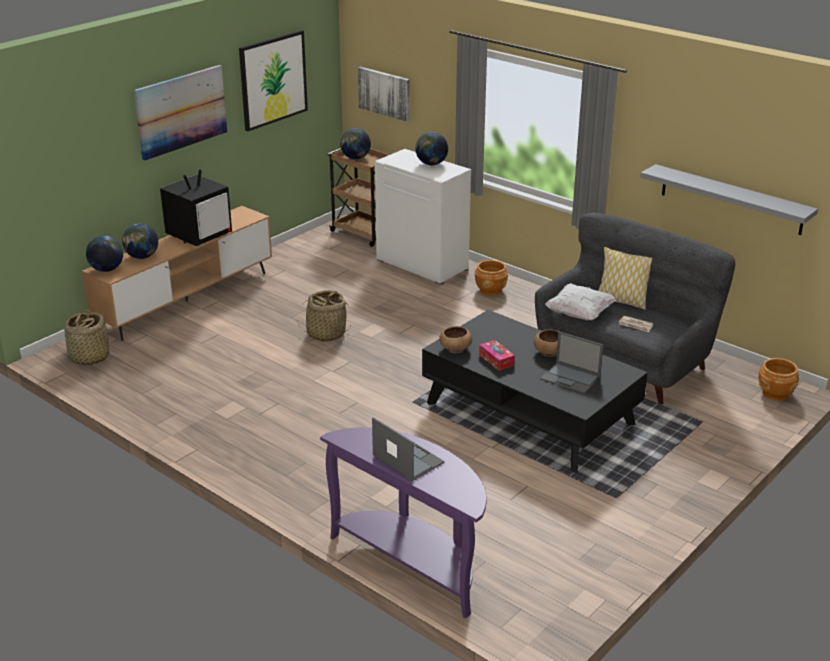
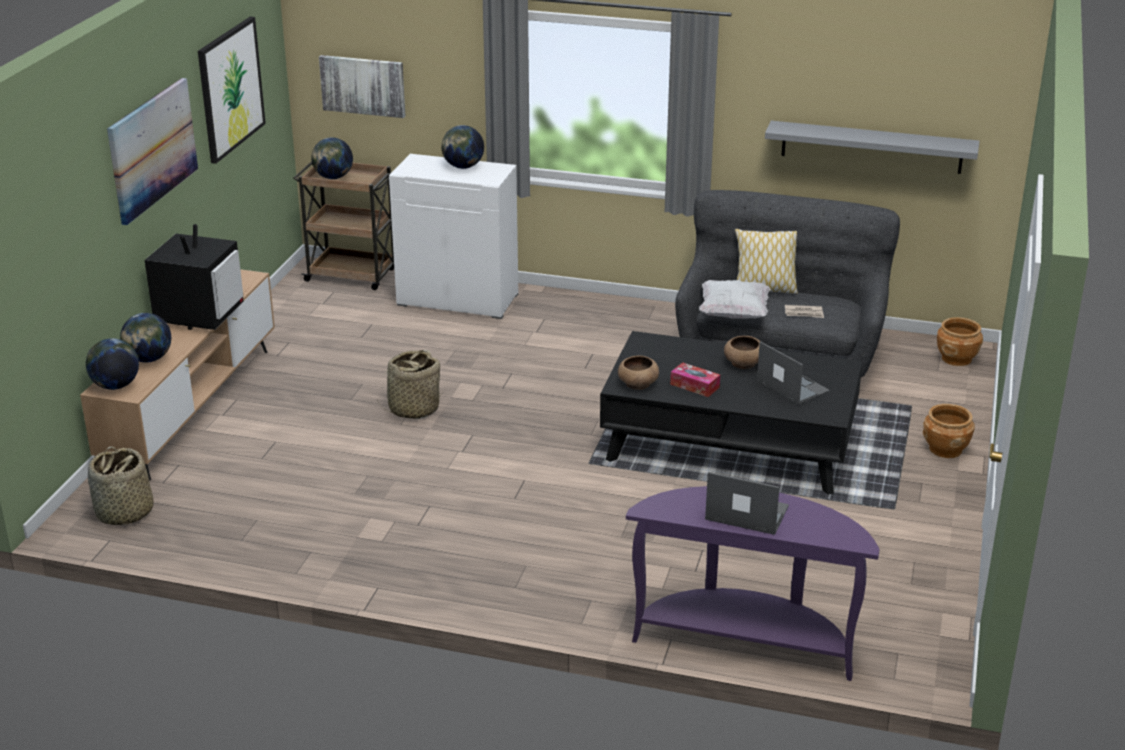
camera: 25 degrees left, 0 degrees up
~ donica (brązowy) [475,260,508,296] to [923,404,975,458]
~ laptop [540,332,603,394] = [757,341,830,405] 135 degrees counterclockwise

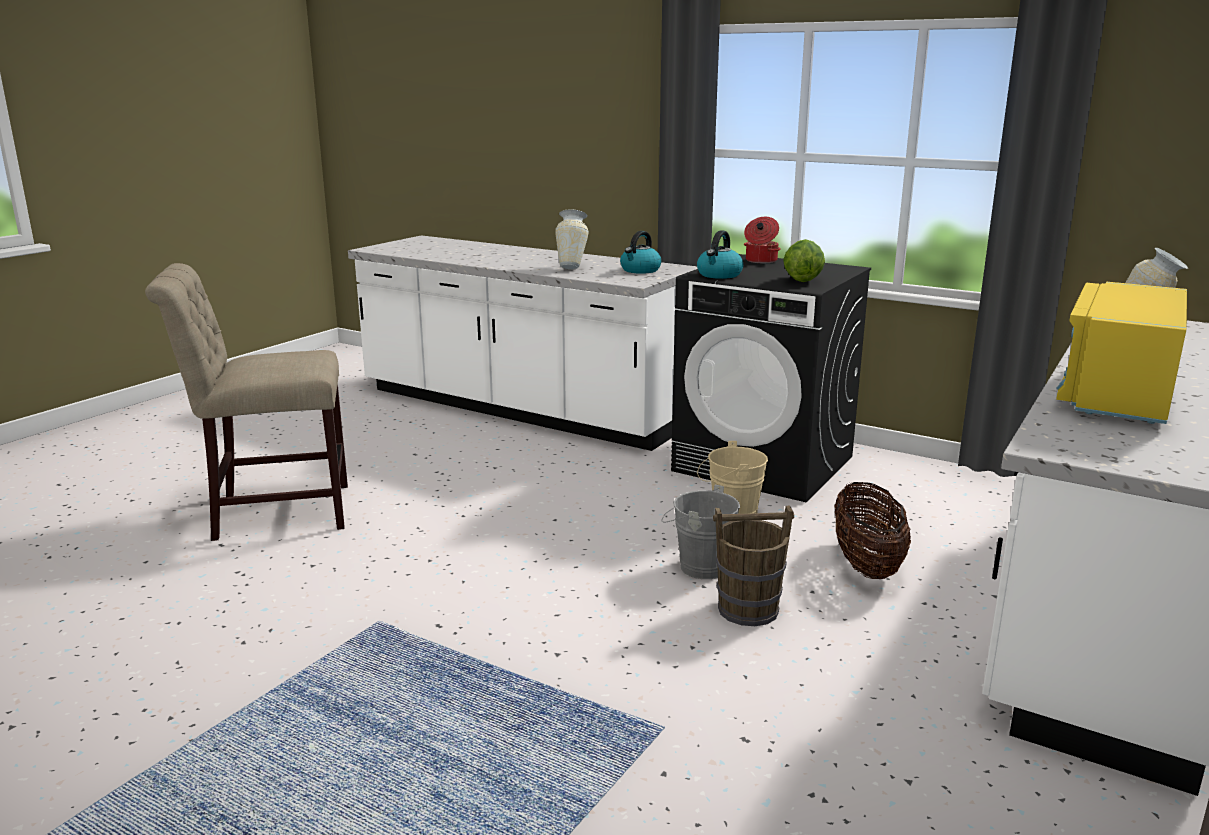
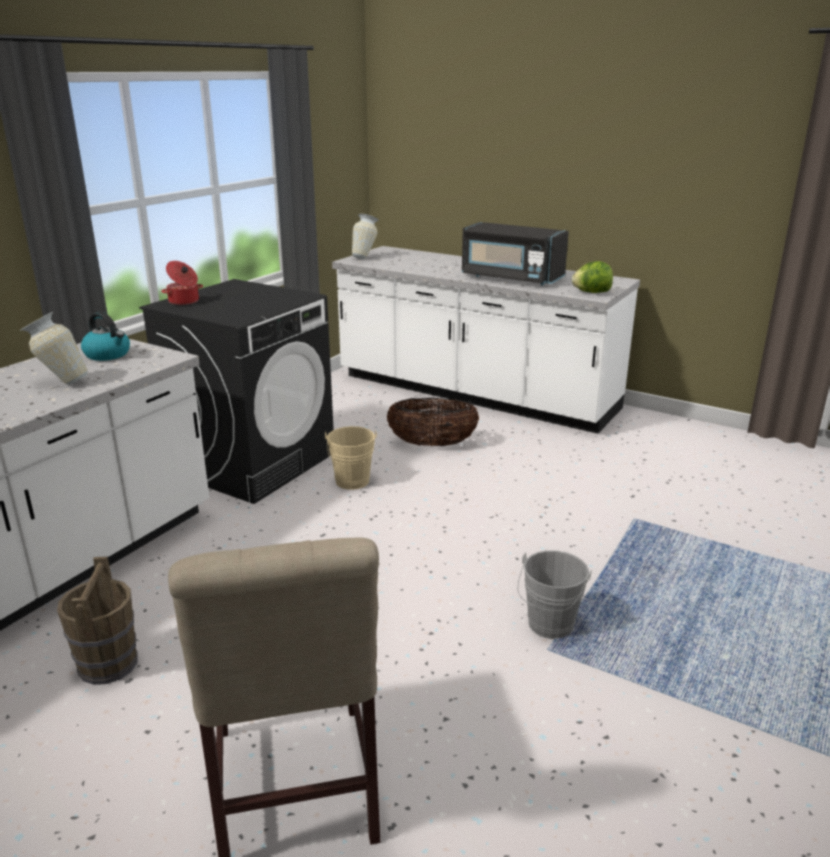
camera: 90 degrees left, 5 degrees up
- czajnik [697,230,743,279]
~ sałata [783,239,825,282] to [572,261,613,293]
~ mikrofalówka (żółty) [1056,282,1187,424] to mikrofalówka (czarny) [462,222,569,286]
~ wiadro (szary) [661,485,740,579] to [517,550,592,639]
~ wiadro (brązowy) [713,505,794,626] to [57,556,138,685]

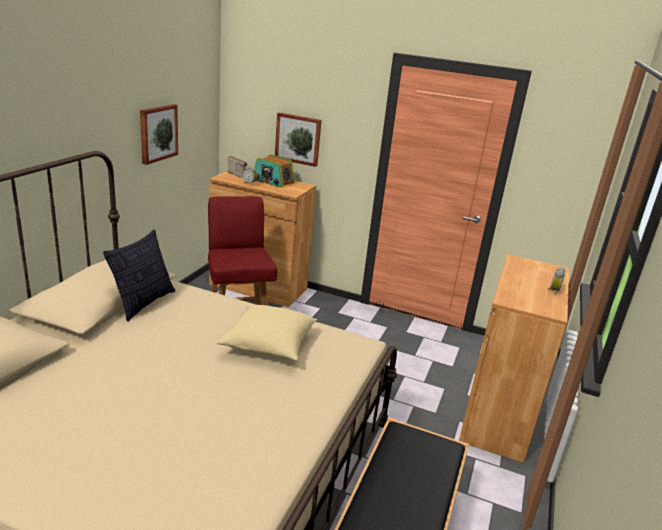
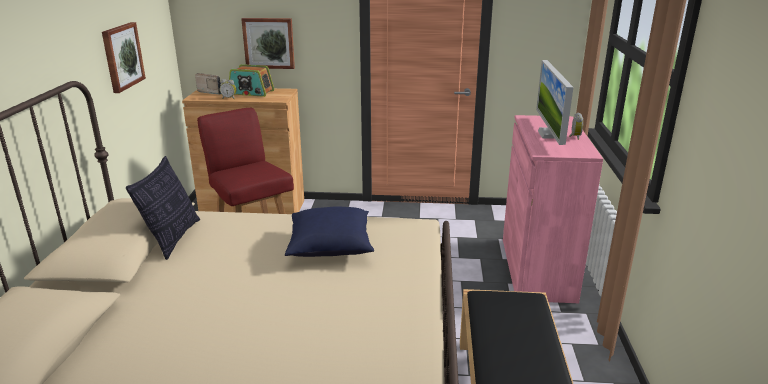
camera: 15 degrees left, 0 degrees up
~ szafka (brązowy) [459,254,569,463] to szafka (różowy) [503,115,603,303]
~ poduszka (beżowy) [217,305,317,361] to poduszka (niebieski) [285,207,374,257]
+ monitor [536,60,573,145]

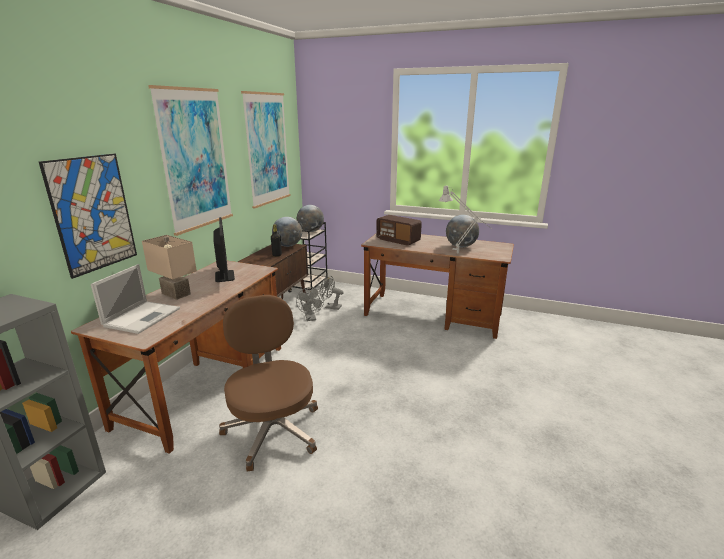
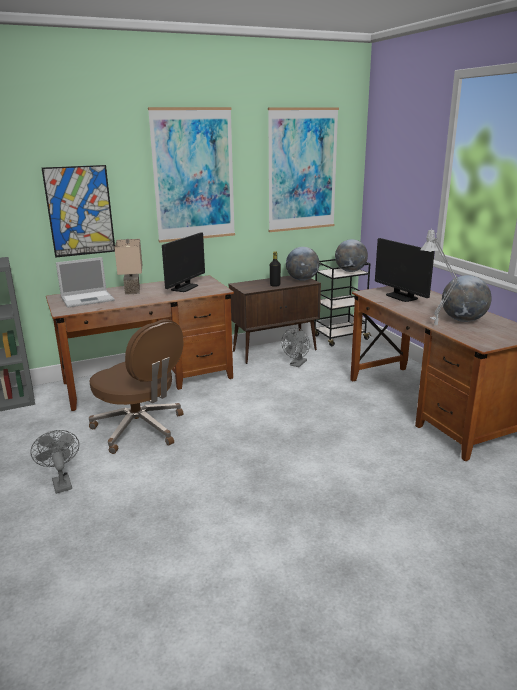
camera: 45 degrees right, 0 degrees up
~ radio [376,215,422,246] to monitor [375,238,435,302]
~ wentylator (szary) [320,276,343,310] to [31,430,79,494]
~ krzesło biurowe (brązowy) [219,295,318,472] = [89,319,183,454] 105 degrees clockwise

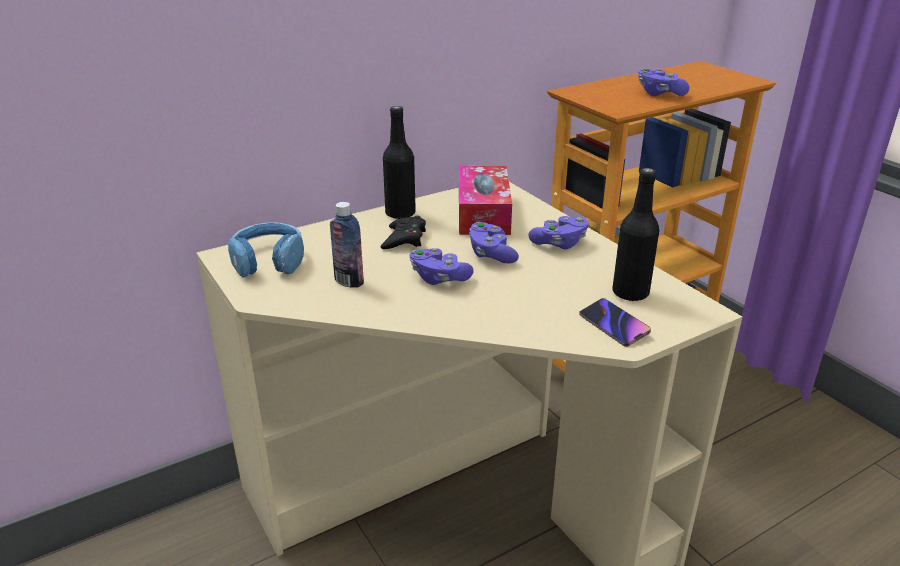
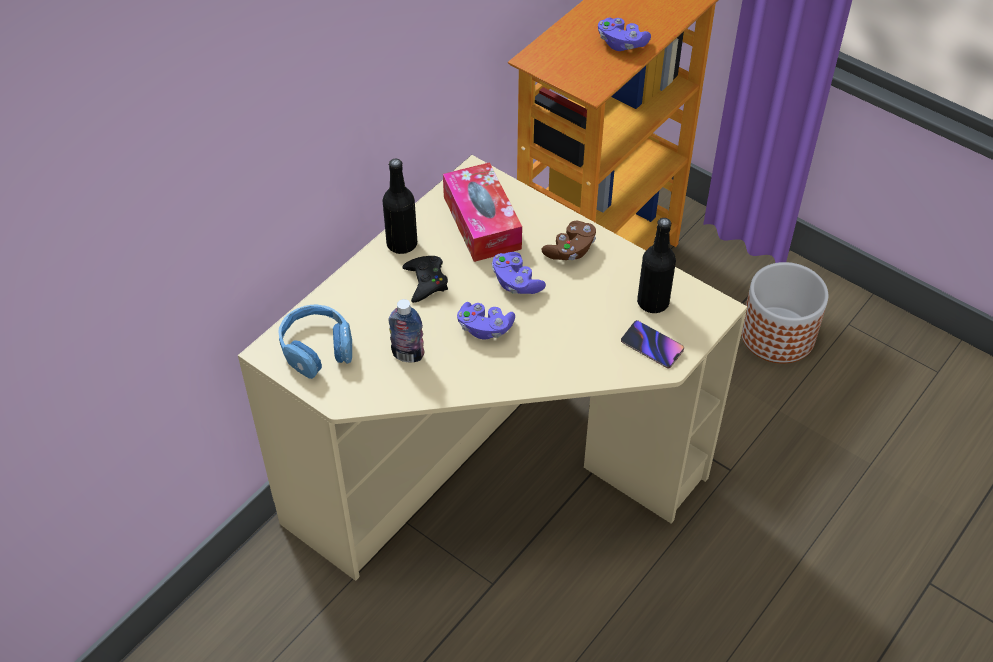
camera: 20 degrees left, 20 degrees up
~ pad do gier (fioletowy) [529,216,589,249] to pad do gier (brązowy) [541,221,596,260]
+ donica [741,262,828,363]

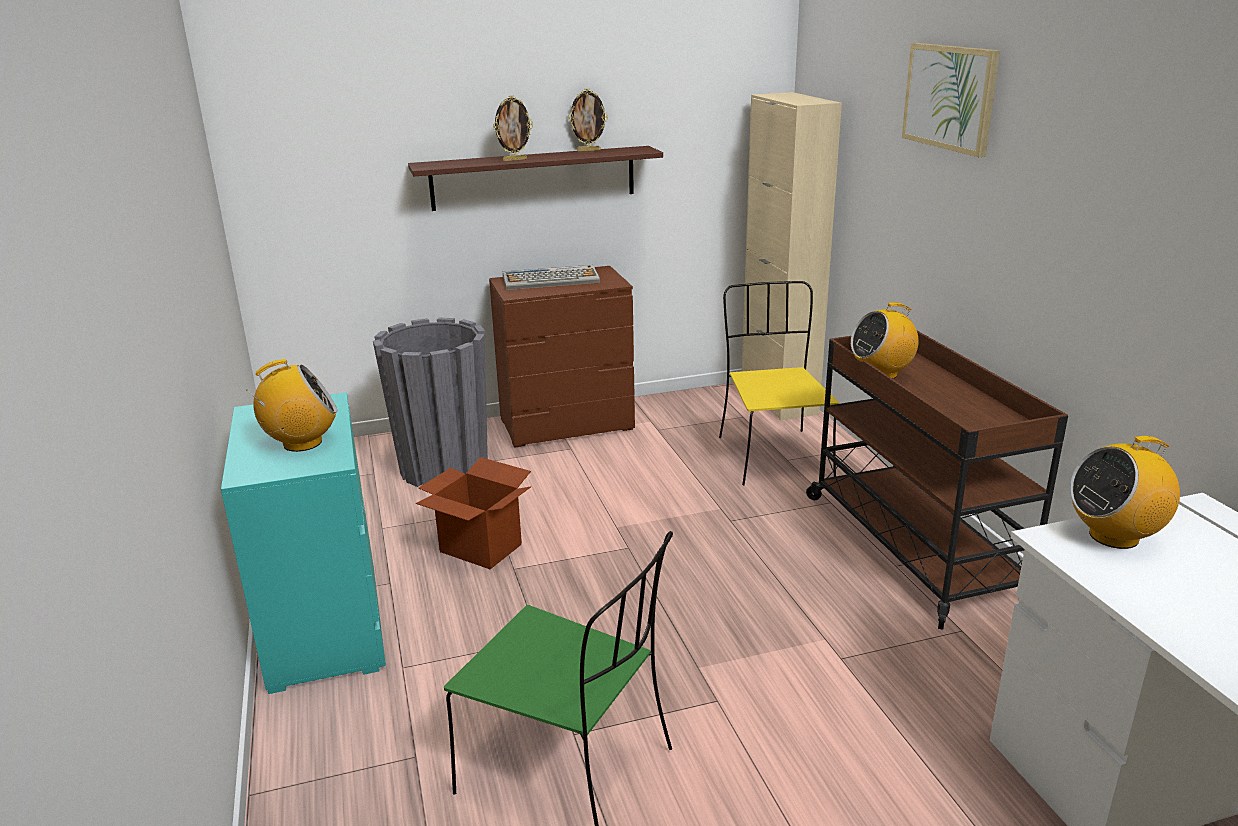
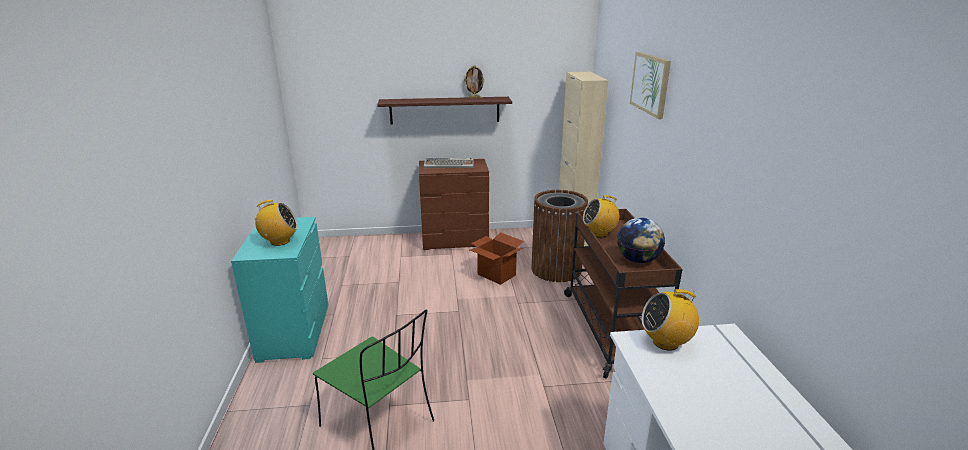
camera: 10 degrees right, 0 degrees up
- ramka na zdjęcie [493,95,533,162]
~ krzesło (żółty) [719,281,839,485] to kosz na śmieci (brązowy) [531,190,588,282]
- donica (szary) [373,318,488,487]
~ karton [416,457,531,569] to [470,232,524,285]
+ globus [617,217,665,263]

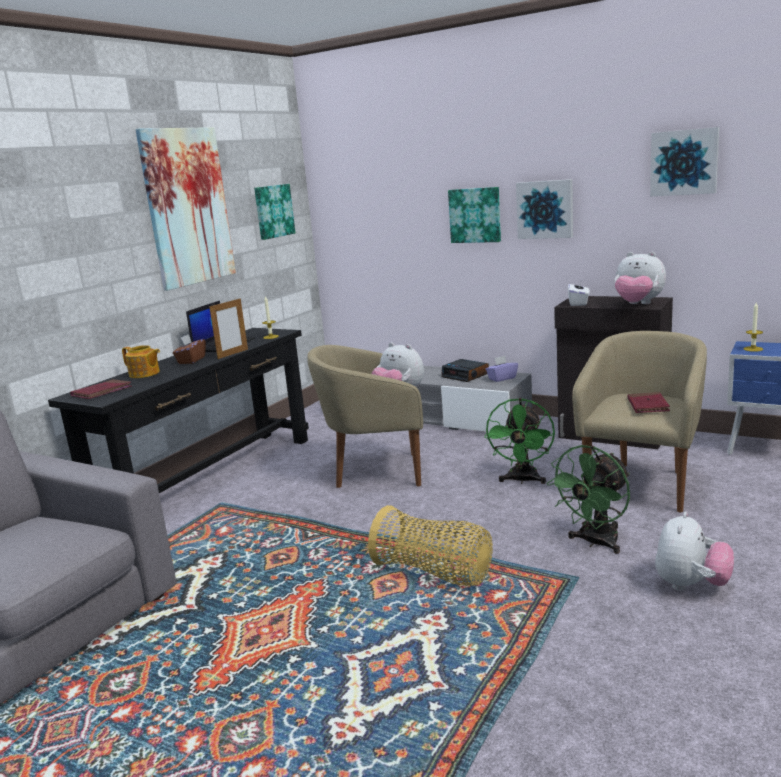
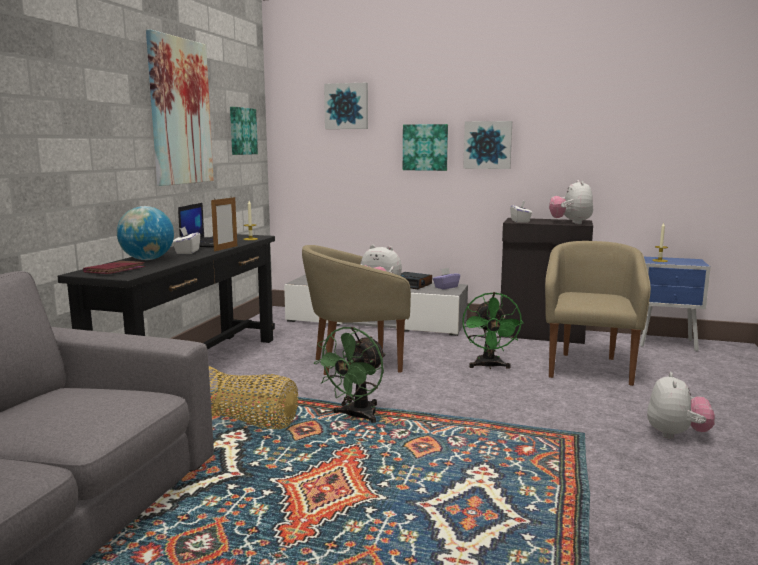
camera: 15 degrees left, 5 degrees down
~ obraz [650,127,719,197] to [324,83,368,129]
~ pluszak [614,252,666,304] = [549,180,593,224] 75 degrees clockwise
~ pudełko chusteczek (brązowy) [173,334,206,364] to pudełko chusteczek (biały) [173,227,200,254]
~ imbryk [122,345,160,378] to globus [117,206,174,260]
- książka (czerwony) [628,392,670,413]
~ wentylator (zielony) [547,445,630,554] to [314,327,385,423]
~ koszyk [368,505,493,586] to [209,366,298,429]

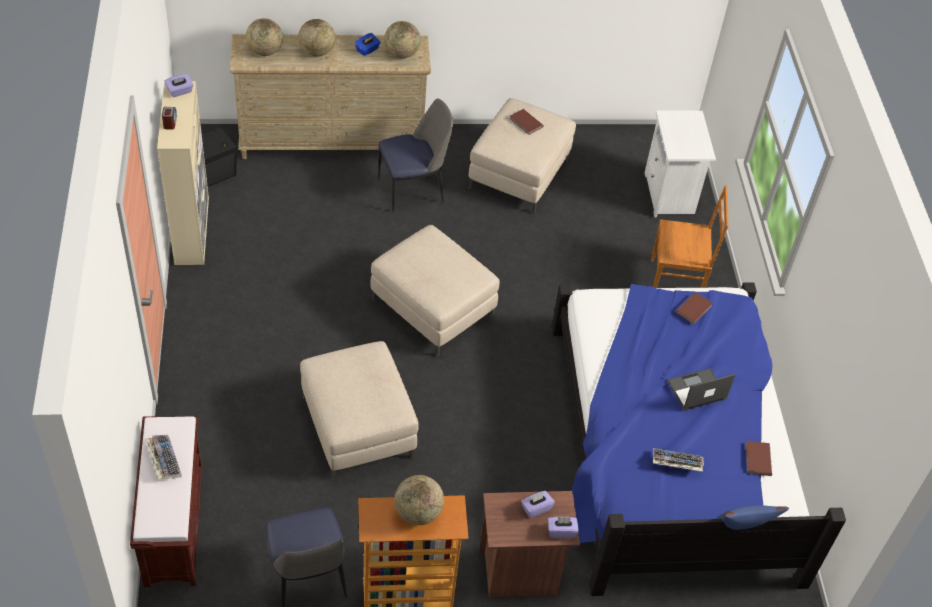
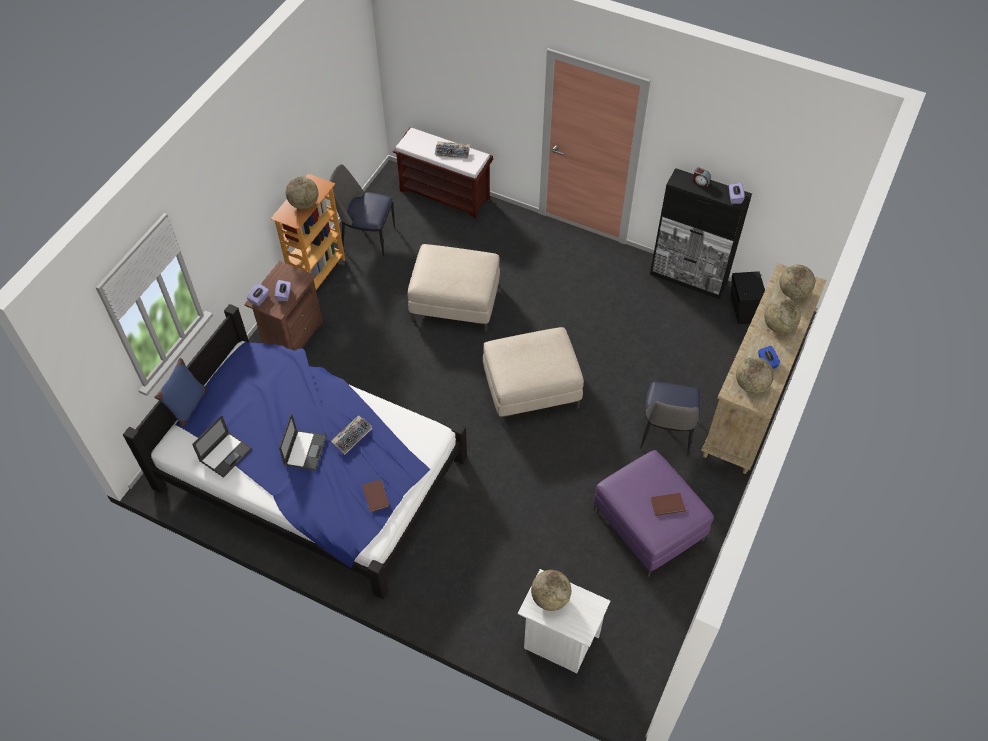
camera: 125 degrees right, 5 degrees up
~ szafka (beżowy) [157,81,209,265] to szafka (czarny) [650,168,752,299]
~ pufa (beżowy) [469,98,576,214] to pufa (fioletowy) [594,450,714,577]
- krzesło (brązowy) [651,185,729,288]
~ książka (brązowy) [746,441,772,476] to laptop [192,415,252,478]
~ klawiatura [653,448,704,472] to [331,415,372,455]
+ globus [531,570,571,611]

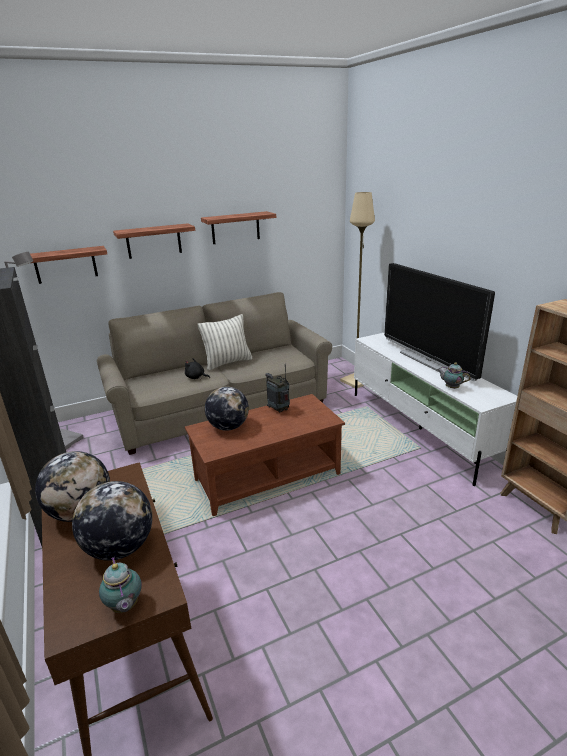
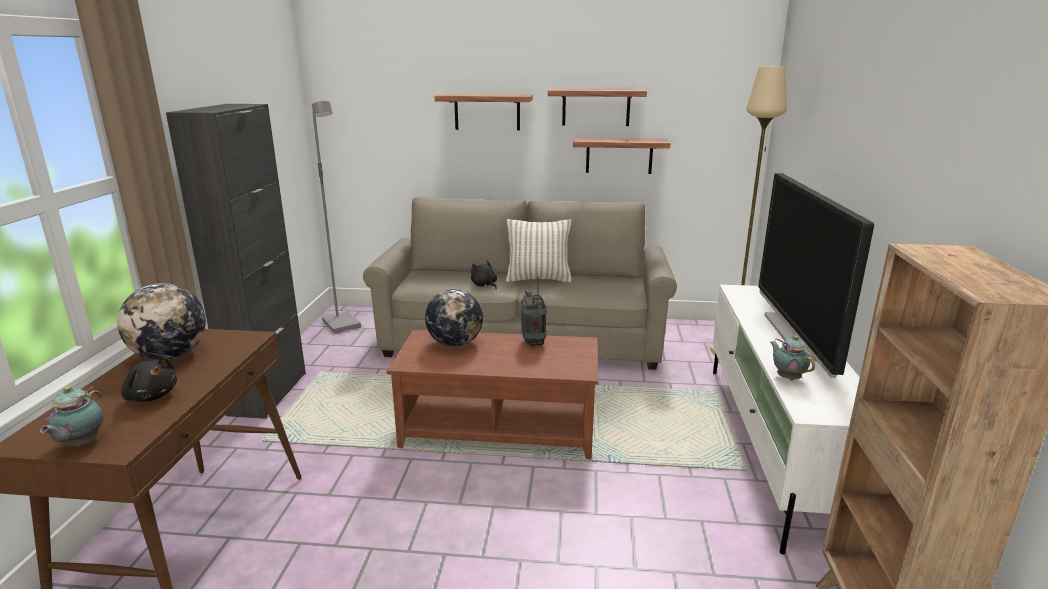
camera: 30 degrees right, 5 degrees down
~ półka [30,246,107,284] to [573,138,670,174]
~ globus [72,481,153,561] to pluszak (czarny) [121,357,177,402]

